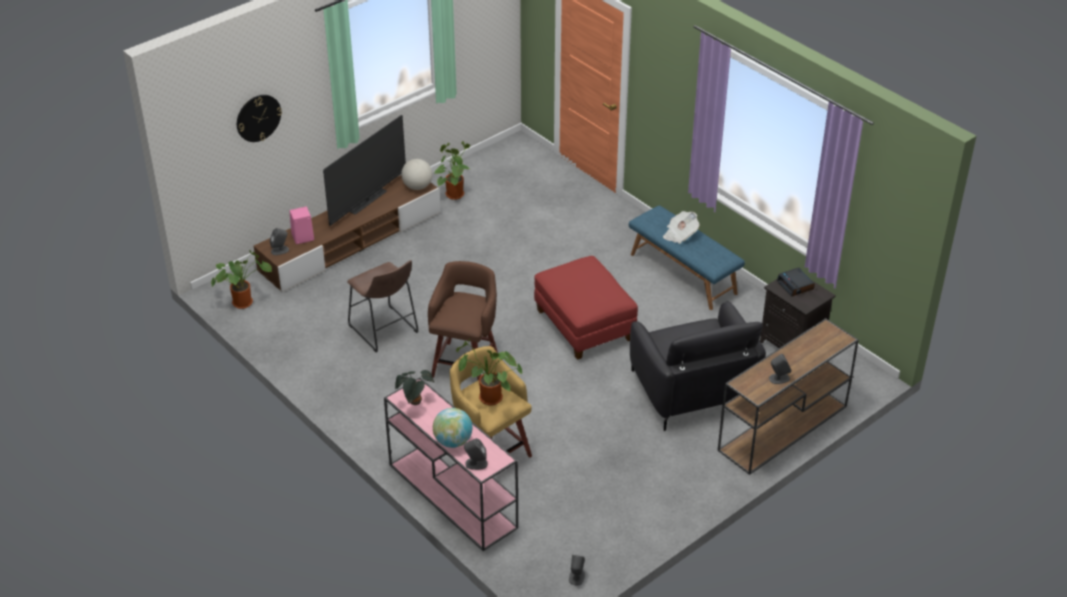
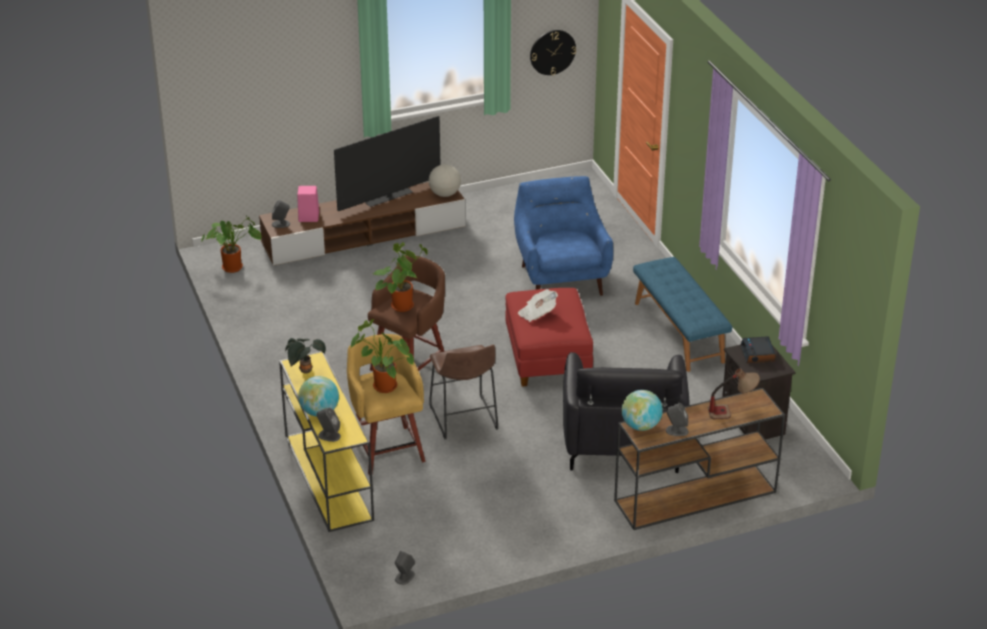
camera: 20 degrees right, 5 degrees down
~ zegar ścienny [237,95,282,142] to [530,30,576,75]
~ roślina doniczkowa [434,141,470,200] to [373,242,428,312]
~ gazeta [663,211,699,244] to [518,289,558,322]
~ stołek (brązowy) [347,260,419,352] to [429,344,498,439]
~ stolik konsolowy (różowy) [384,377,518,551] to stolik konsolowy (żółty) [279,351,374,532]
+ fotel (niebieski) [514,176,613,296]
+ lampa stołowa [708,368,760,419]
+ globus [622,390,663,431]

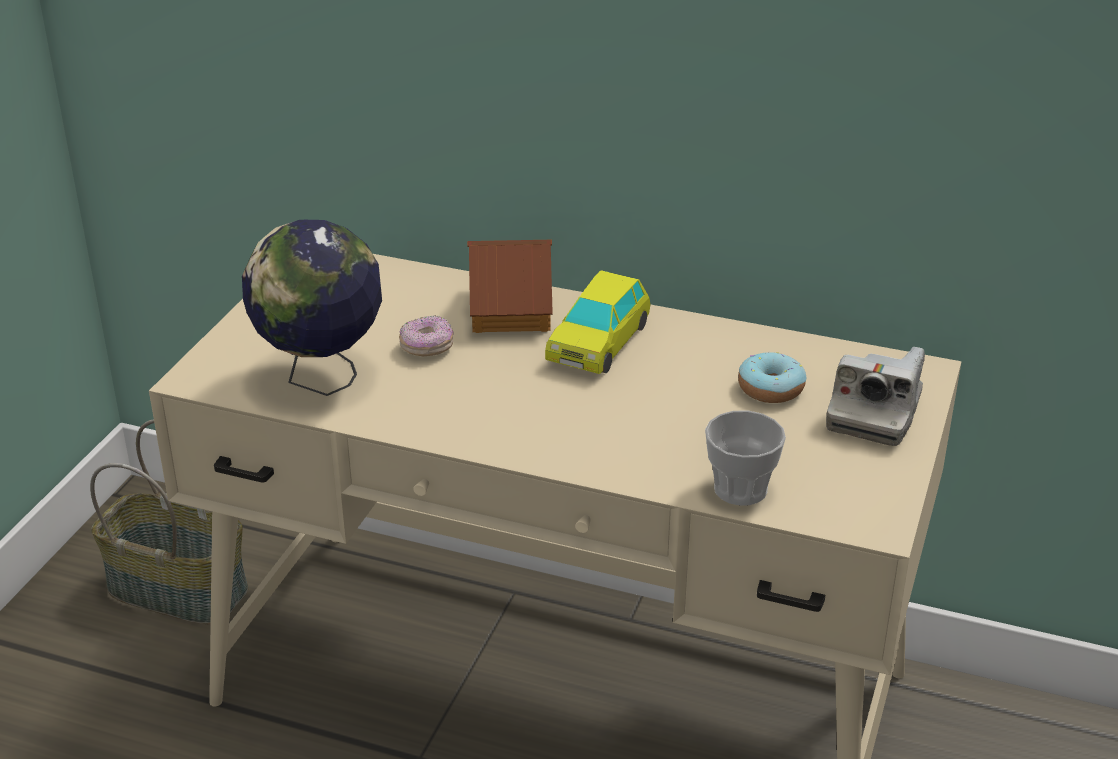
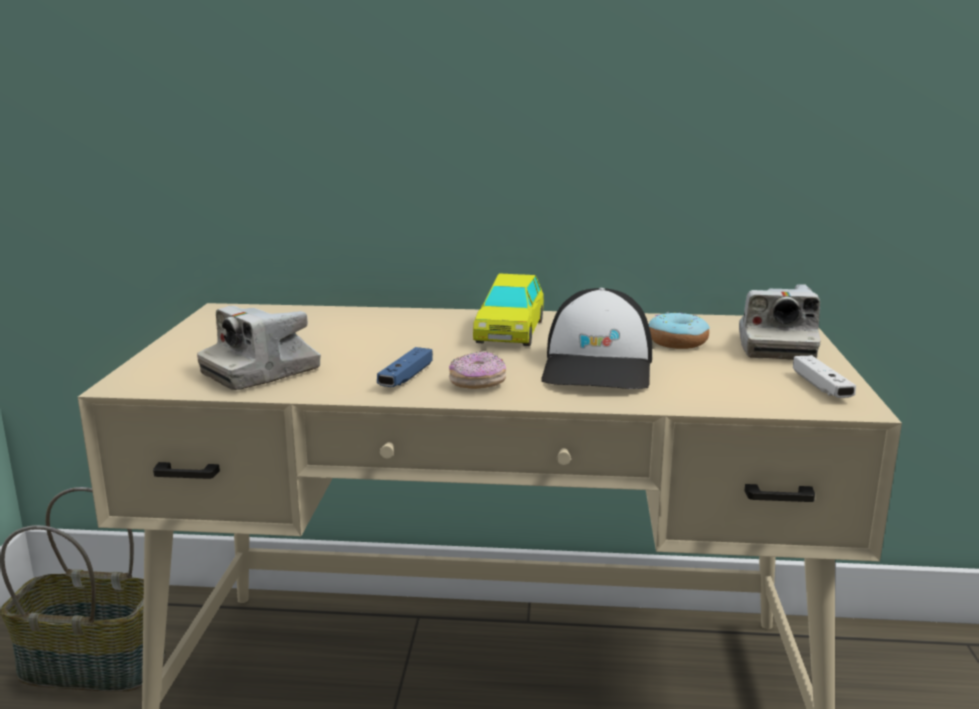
camera: 15 degrees left, 15 degrees down
~ globus [242,220,382,396] to aparat fotograficzny [197,306,321,390]
- domek [467,240,553,333]
~ donut [399,315,454,356] to [449,351,506,389]
- filiżanka [705,411,786,505]
+ czapka z daszkiem [542,288,652,389]
+ pad do gier (niebieski) [377,347,433,387]
+ pad do gier (biały) [793,355,856,398]

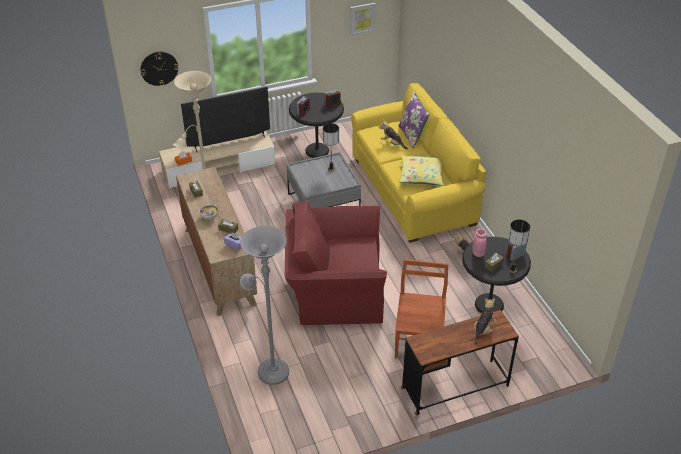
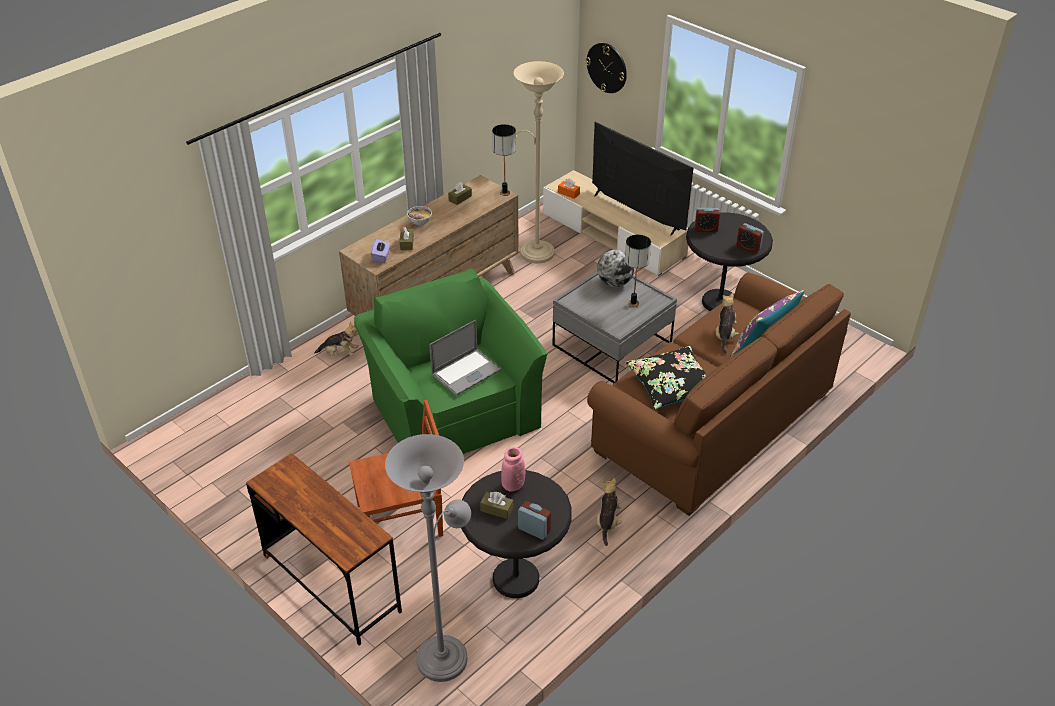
camera: 65 degrees right, 0 degrees up
- obraz [350,3,375,35]
~ kanapa (żółty) [351,83,486,243] to kanapa (brązowy) [587,272,851,516]
~ poduszka (żółty) [399,155,444,186] to poduszka (czarny) [625,346,707,410]
~ fotel (czerwony) [285,202,387,325] to fotel (zielony) [354,269,547,454]
~ lampa stołowa [508,220,530,273] to [492,124,516,196]
~ lampa stojąca (szary) [240,226,289,385] to [385,434,471,682]
~ pluszak [474,298,496,345] to [314,321,359,356]
+ globus [597,250,634,287]
+ laptop [430,320,502,396]

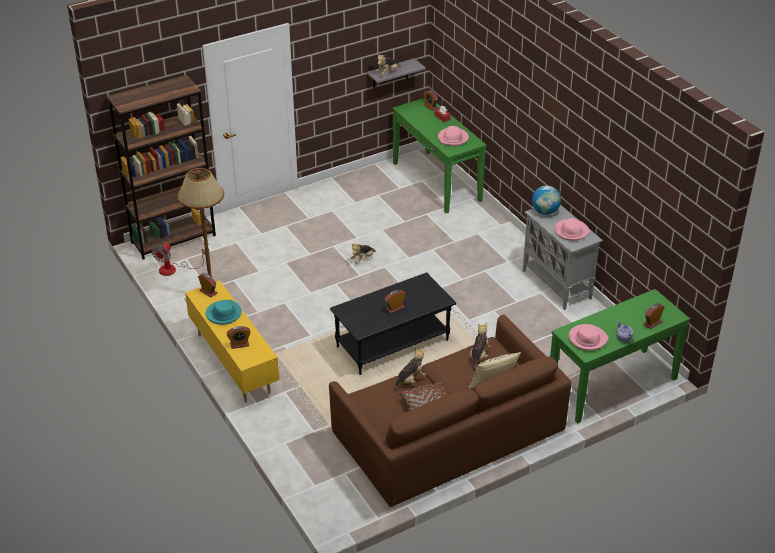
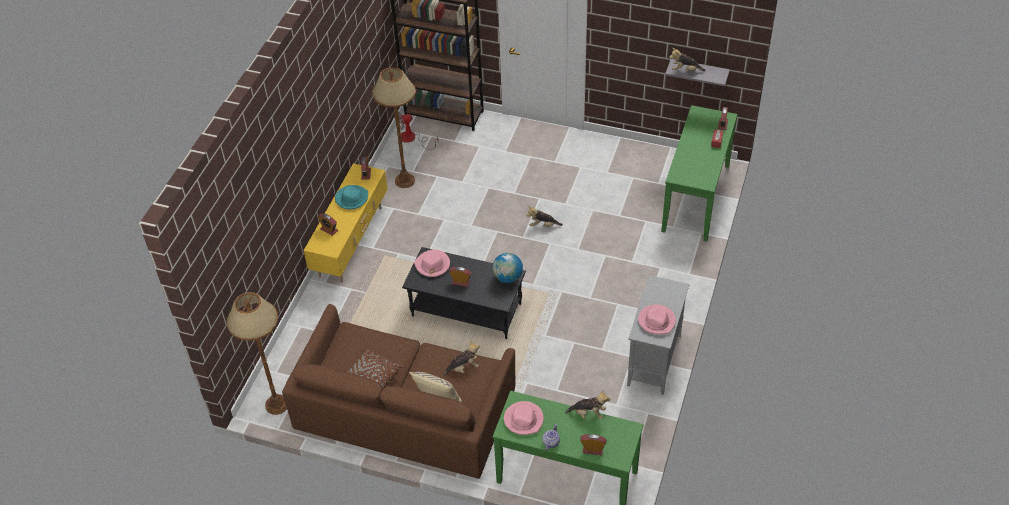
camera: 50 degrees right, 10 degrees up
~ kapelusz (różowy) [438,126,469,146] to [414,250,450,277]
~ globus [532,185,561,215] to [492,253,523,283]
~ pluszak [394,348,426,391] to [565,390,611,419]
+ lampa stojąca (brązowy) [227,292,287,415]

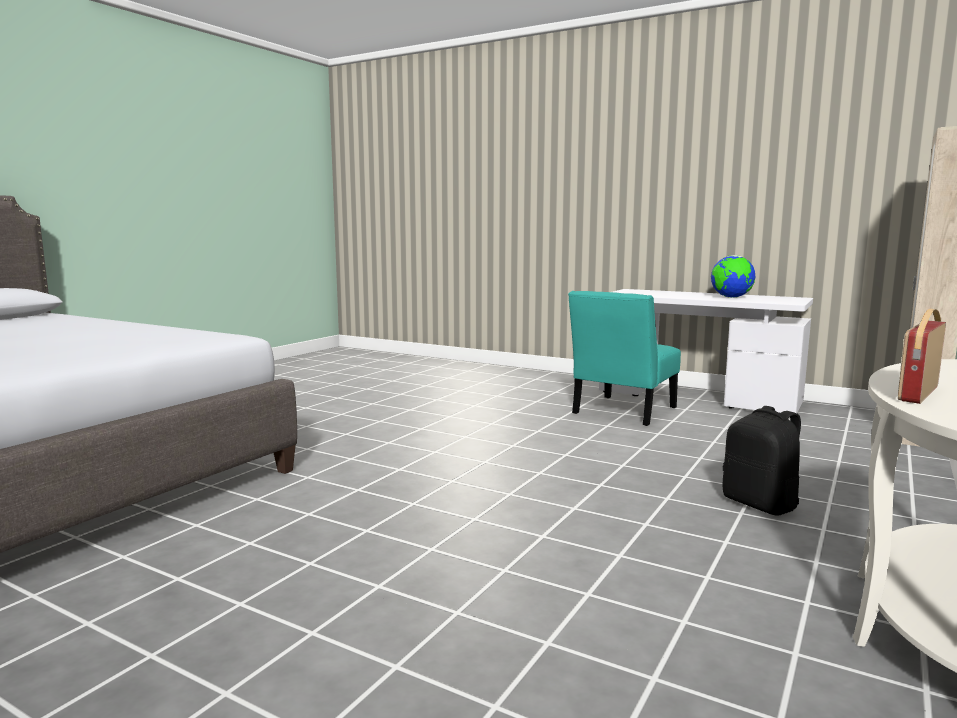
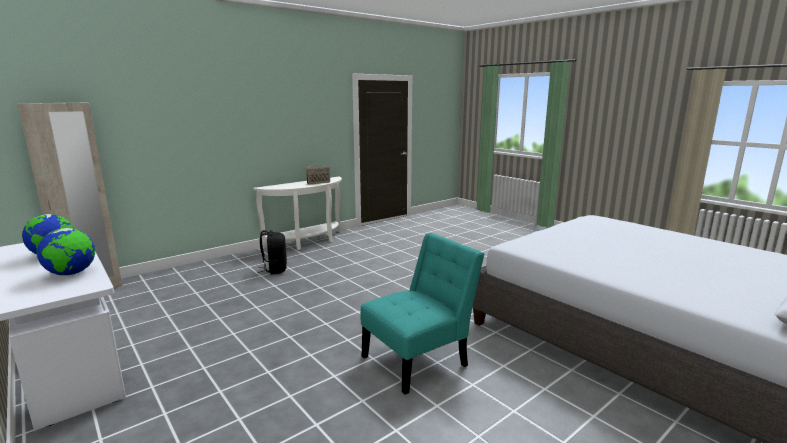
camera: 160 degrees left, 5 degrees up
~ krzesło (turkusowy) [568,291,681,426] to [360,233,484,394]
+ globus [37,228,95,275]

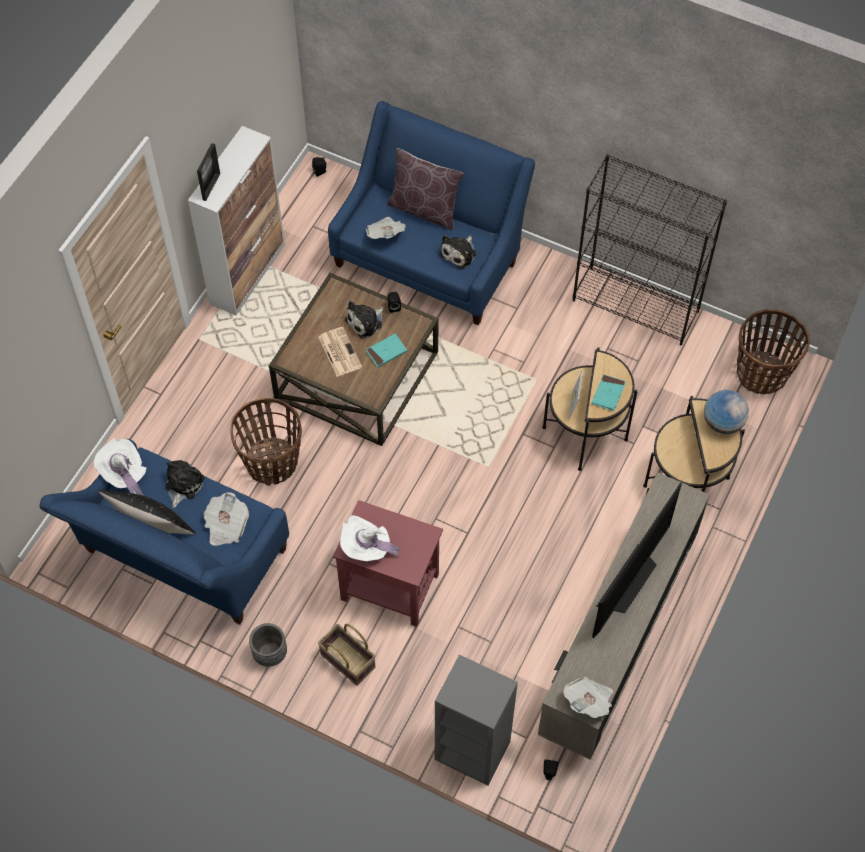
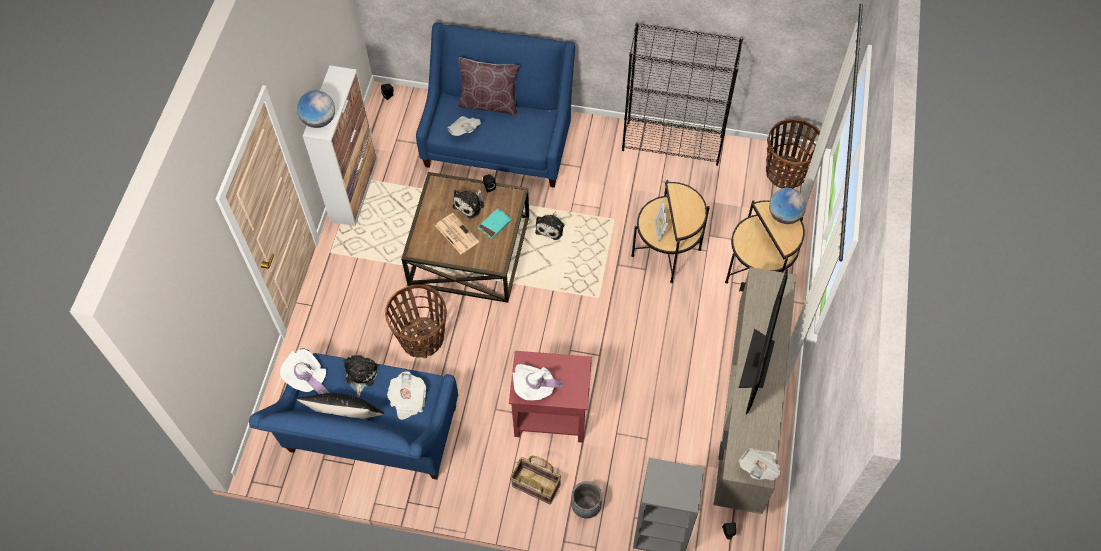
camera: 15 degrees left, 0 degrees up
~ ramka na zdjęcie [197,143,220,201] to globus [297,90,335,128]
~ pluszak [439,235,476,269] to [535,211,564,240]
- książka (turkusowy) [592,374,626,411]
~ donica (szary) [249,623,287,667] to [571,481,602,518]

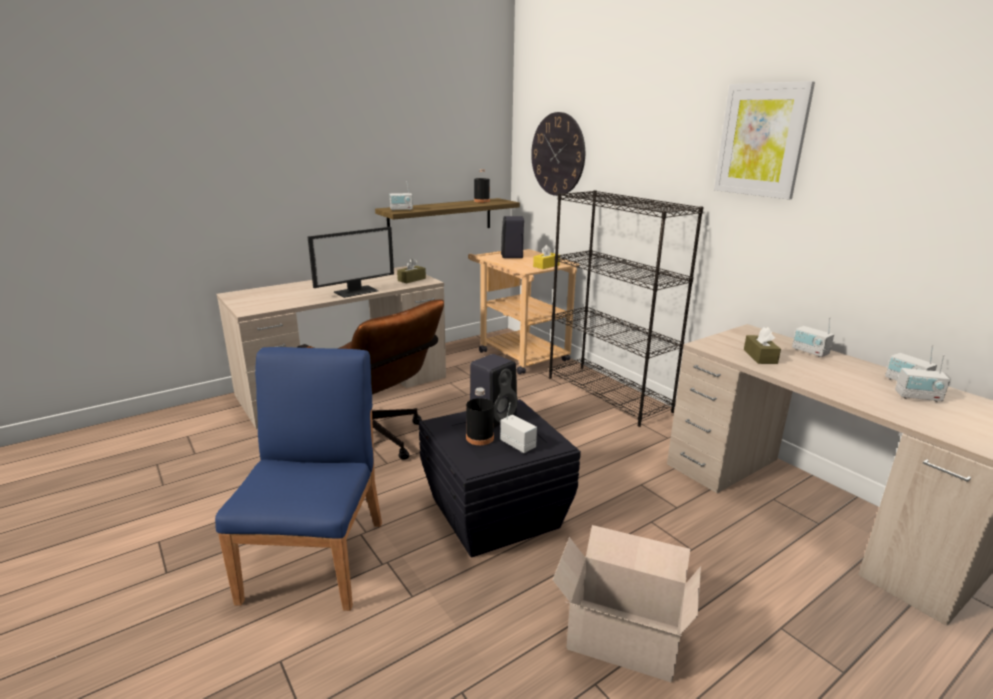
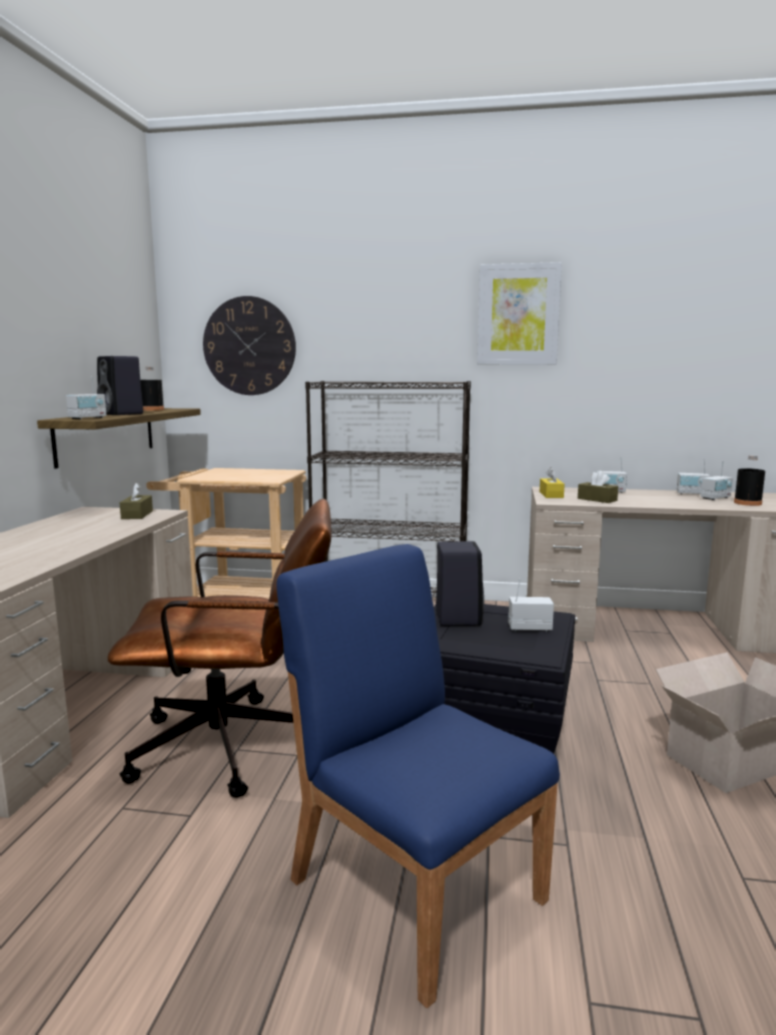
camera: 45 degrees left, 10 degrees down
~ głośnik (czarny) [501,216,524,258] to [97,356,143,415]
- monitor [307,227,394,298]
~ pudełko chusteczek (żółty) [533,245,560,269] to [540,467,565,498]
~ butelka (czarny) [466,388,494,445] to [734,455,765,506]

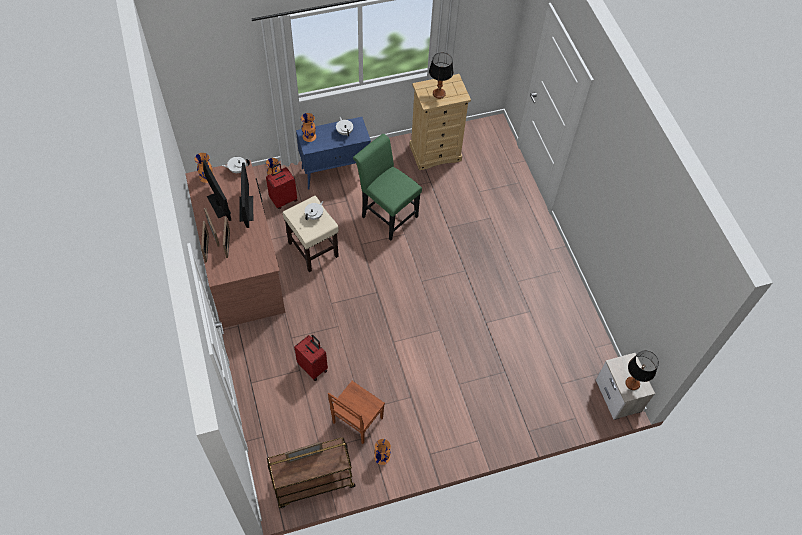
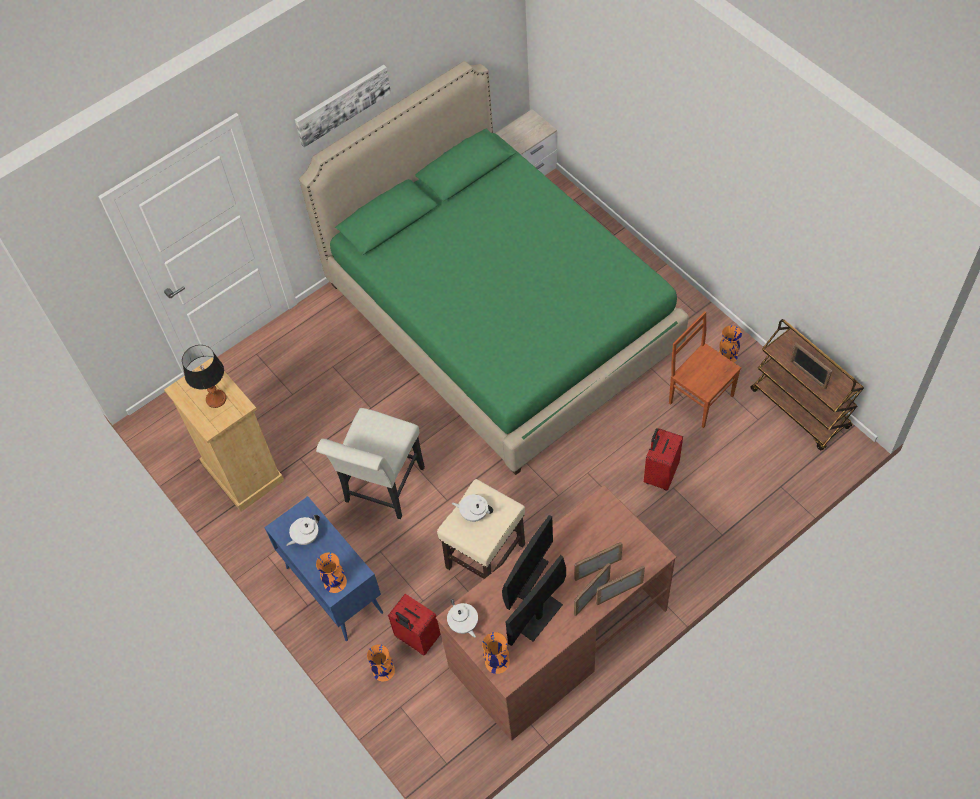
camera: 105 degrees left, 0 degrees up
~ krzesło (zielony) [353,134,422,241] to krzesło (biały) [316,408,425,519]
~ monitor [239,162,253,228] = [502,515,553,610] 150 degrees clockwise
- lampa stołowa [625,351,659,390]
~ krzesło (brązowy) [328,381,385,444] = [669,311,741,428] 150 degrees counterclockwise
+ łóżko (zielony) [299,61,689,475]
+ obraz [295,65,391,148]

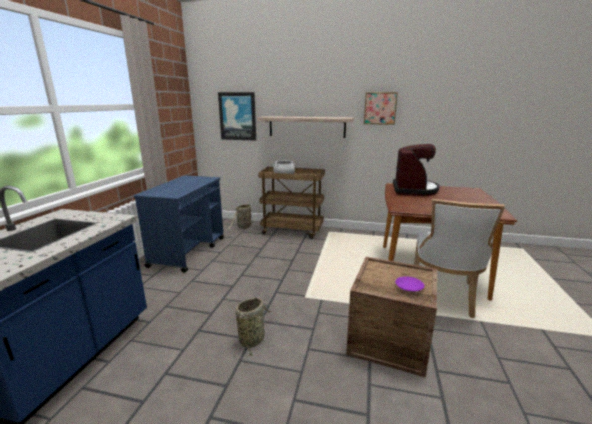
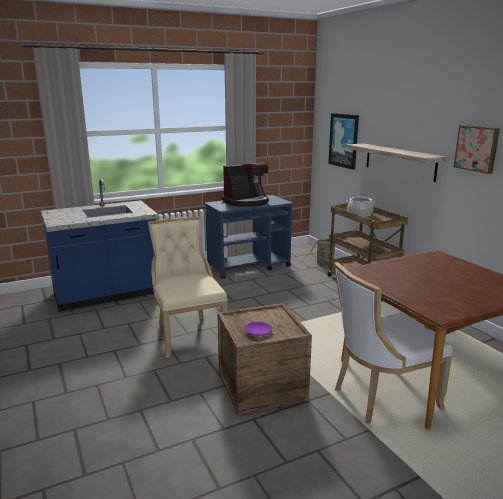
camera: 50 degrees right, 0 degrees up
~ ekspres do kawy [393,144,440,196] to [222,163,269,207]
~ koszyk [233,298,271,358] to krzesło (beżowy) [148,217,228,358]

